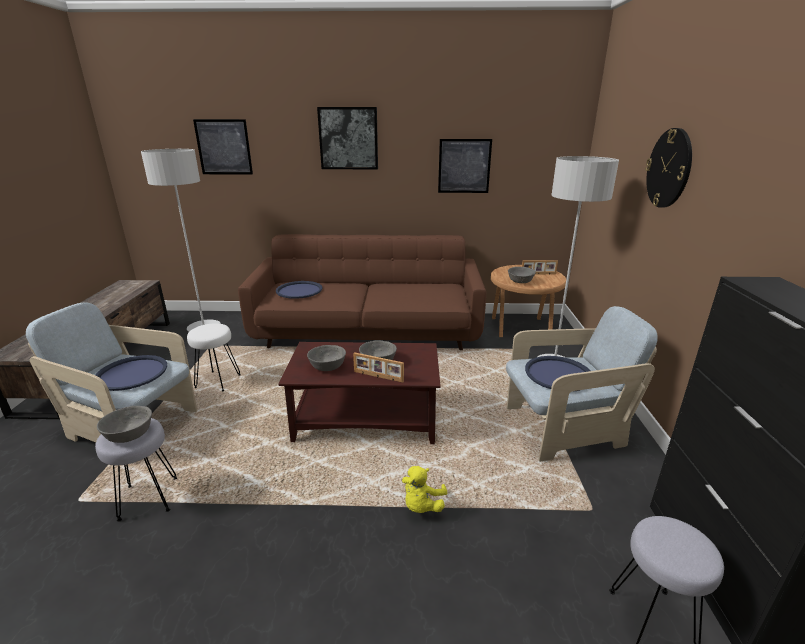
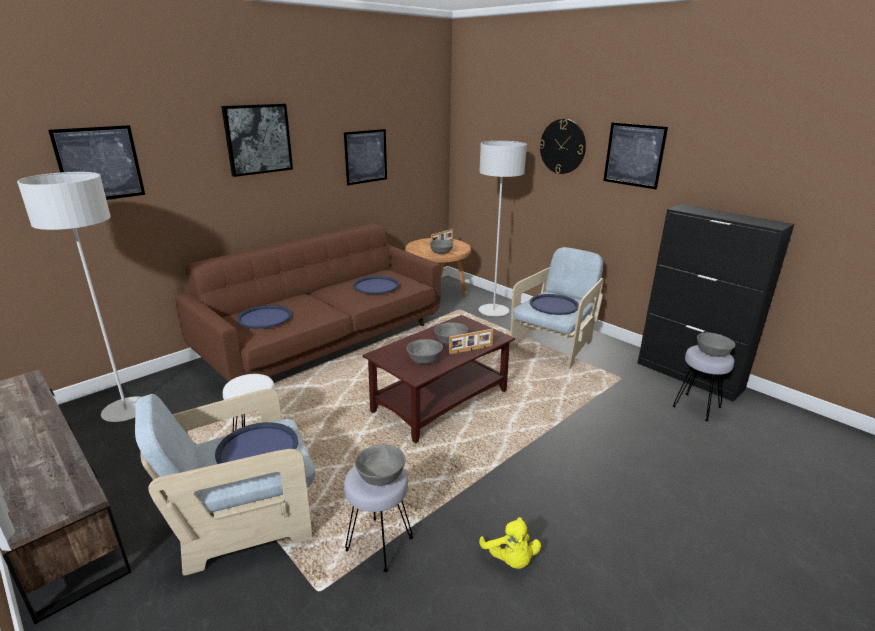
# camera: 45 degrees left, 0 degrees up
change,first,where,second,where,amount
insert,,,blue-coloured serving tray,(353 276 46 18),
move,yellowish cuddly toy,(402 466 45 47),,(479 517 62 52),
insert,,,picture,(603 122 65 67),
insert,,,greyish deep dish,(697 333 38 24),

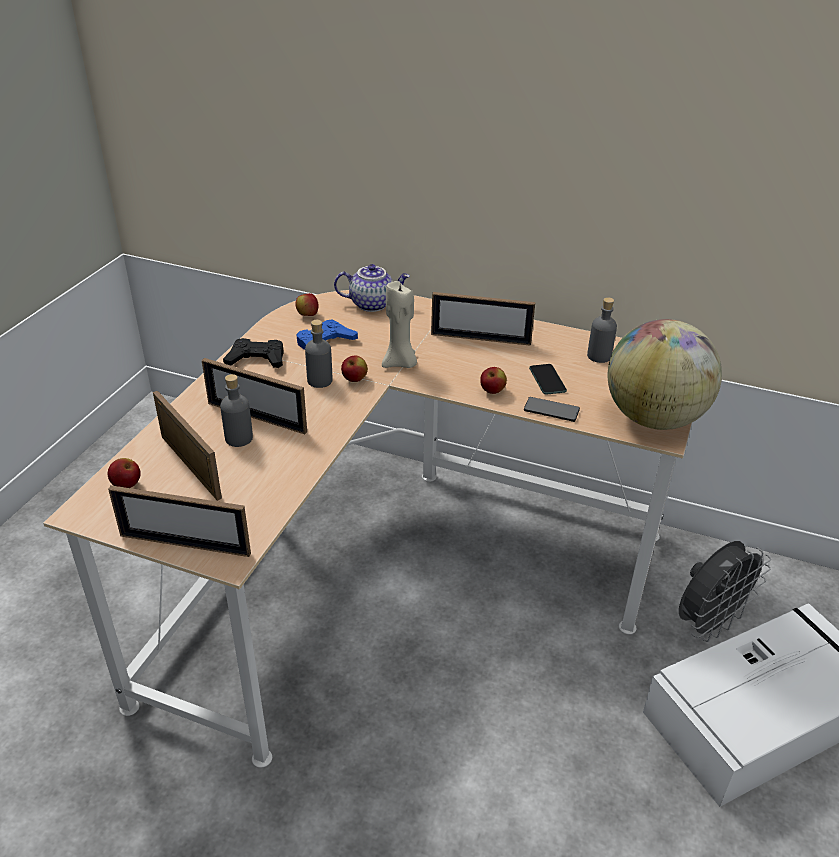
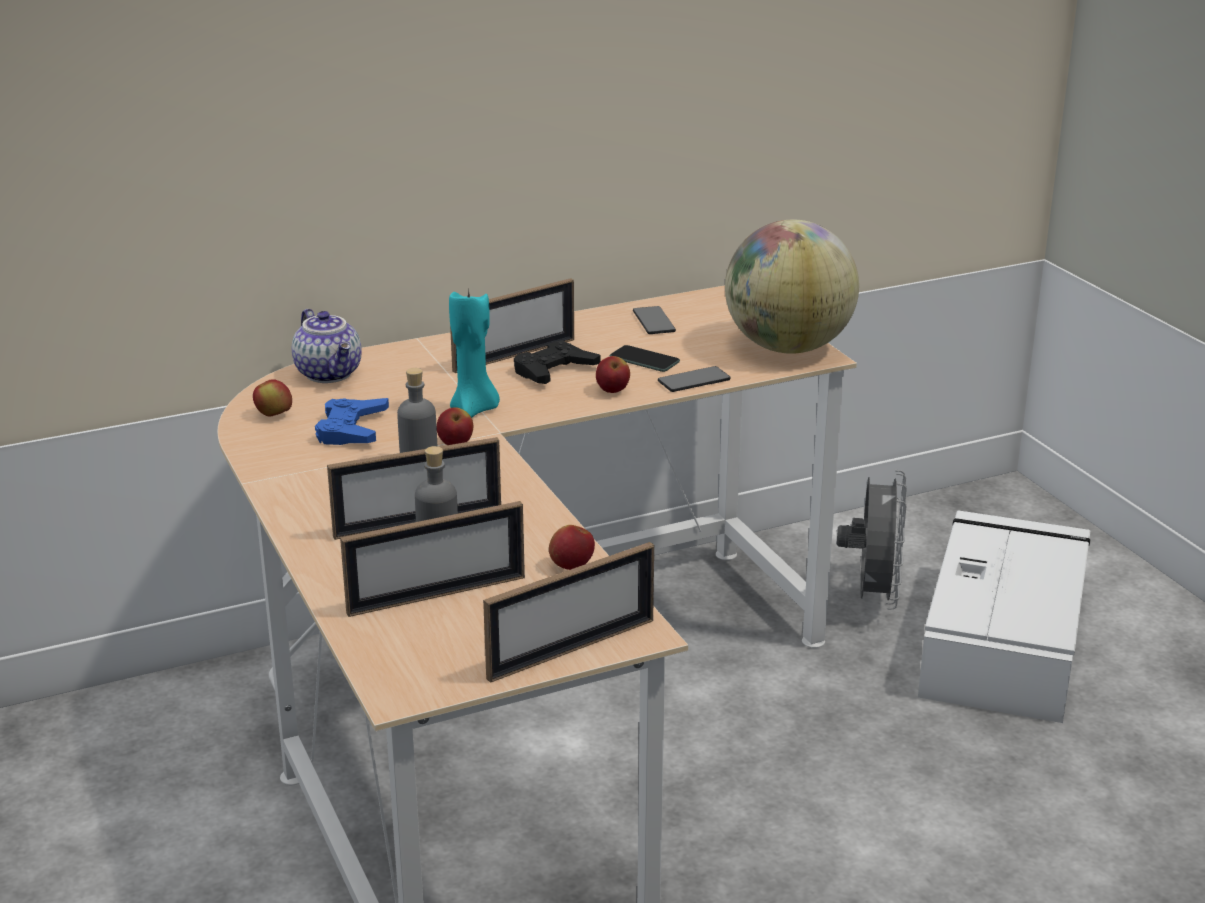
# camera: 45 degrees left, 10 degrees down
change,first,where,second,where,amount
rotate,teapot,(334 264 76 48),,(292 309 70 74),105 degrees clockwise
rotate,photo frame,(153 391 69 110),,(340 501 185 116),150 degrees clockwise
recolor,beige-coloured candle,(382 281 35 87),blue-green candle,(449 287 51 131),
move,black-coloured joypad,(223 338 61 30),,(514 341 86 43),
move,whole apple,(108 458 33 30),,(549 525 46 45),
replace,greyish bottle,(587 297 30 66),phone,(633 306 43 28),

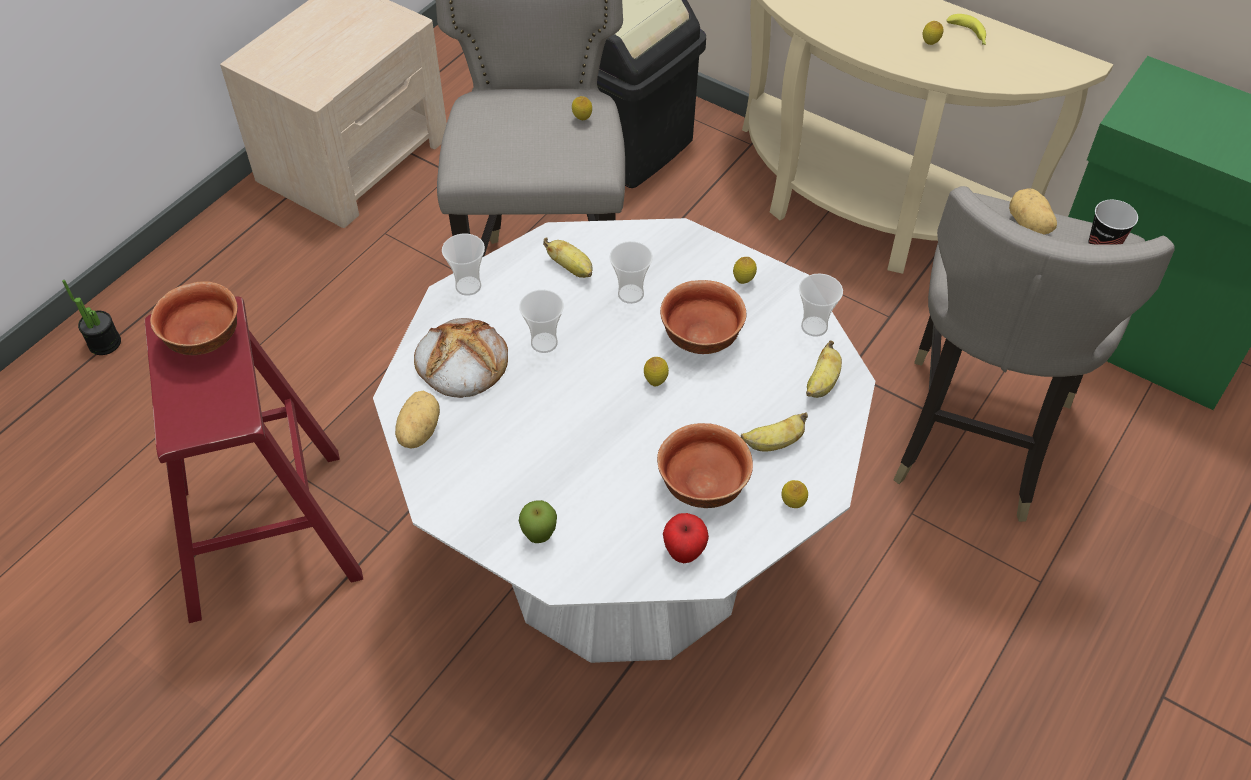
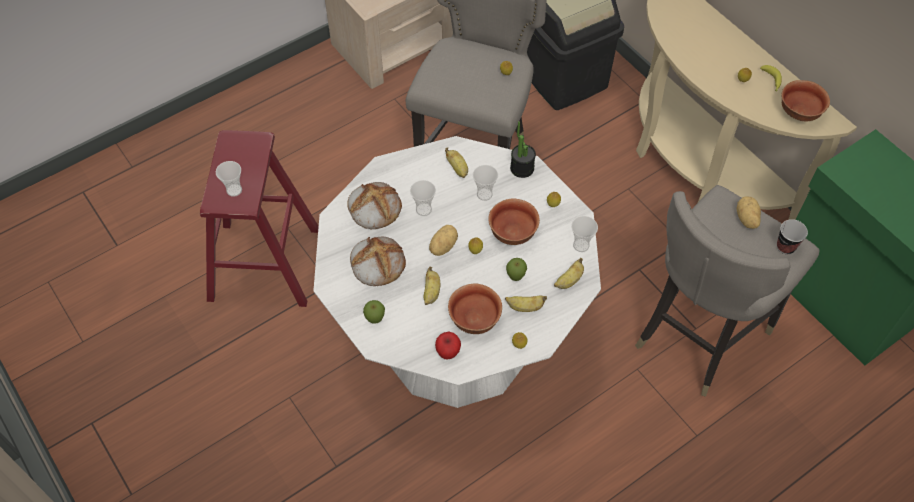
# camera: 20 degrees right, 5 degrees up
change,first,where,second,where,amount
move,drinking cup,(442 234 43 62),,(216 161 26 36),
insert,,,baked bread,(350 237 56 49),
insert,,,whole banana,(423 266 17 39),
move,spud,(395 391 45 58),,(429 225 29 31),
insert,,,whole apple,(506 258 21 23),
move,potted plant,(62 280 59 75),,(510 121 26 57),
move,deep dish,(150 281 88 74),,(782 80 48 41),

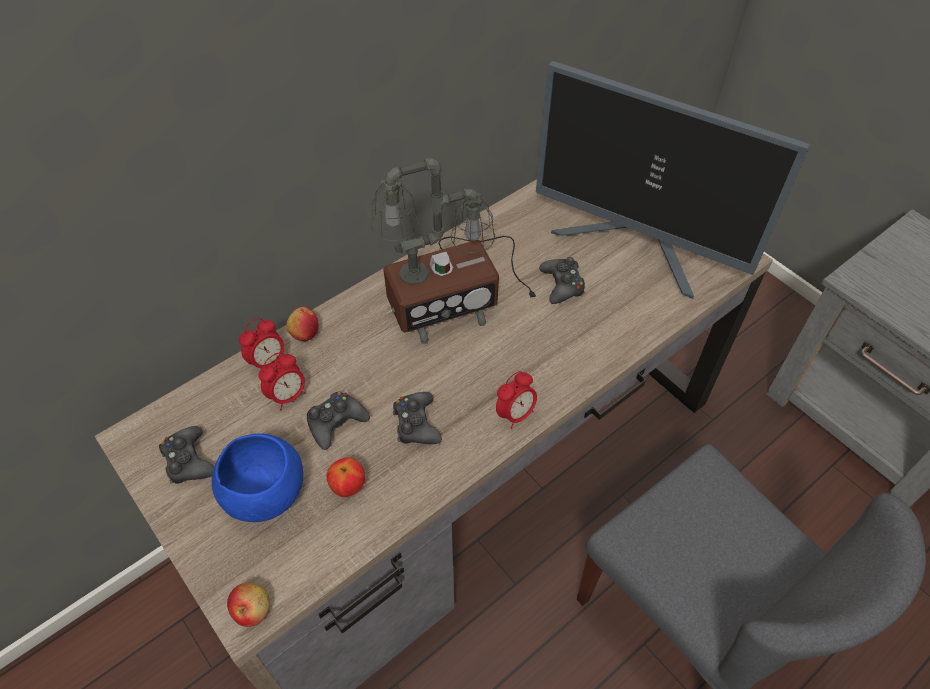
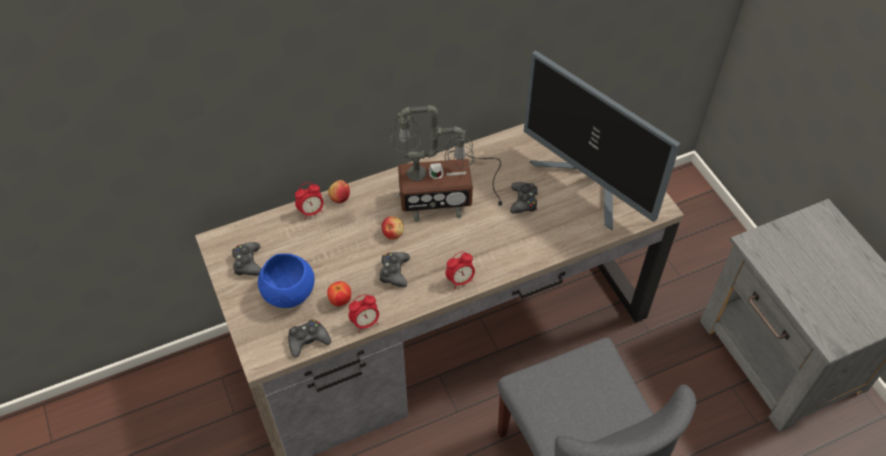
# camera: 15 degrees right, 0 degrees up
change,first,where,second,where,amount
move,black-coloured joypad,(307 392 63 58),,(288 319 43 39),
move,alarm clock,(258 353 48 57),,(349 294 30 38),
move,whole apple,(227 583 43 44),,(382 216 22 24),

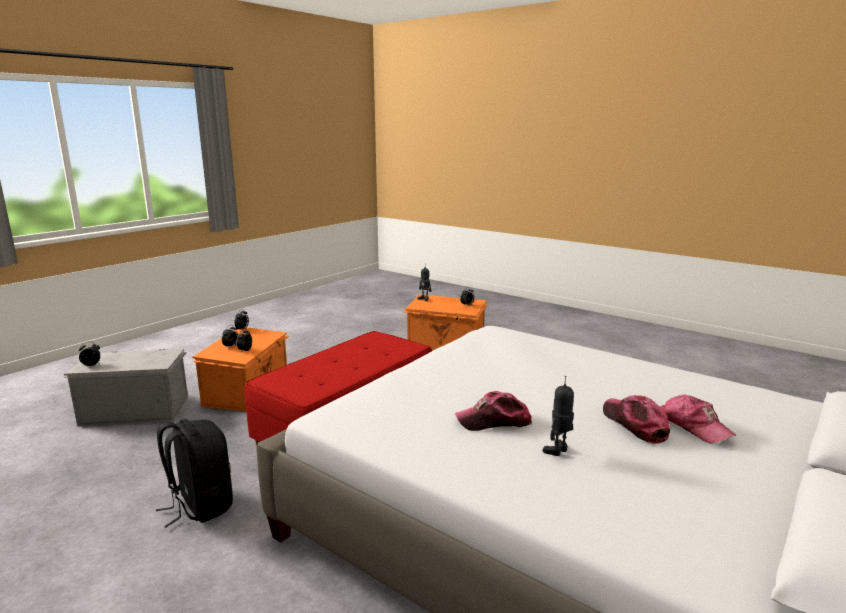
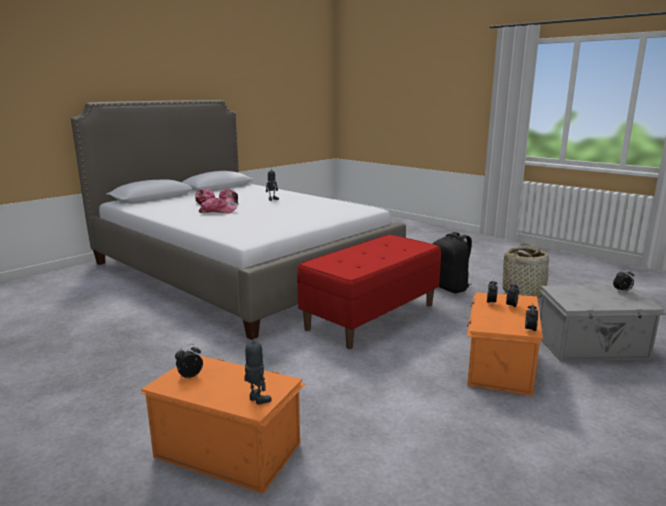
# camera: 175 degrees left, 0 degrees up
change,first,where,second,where,amount
move,baseball cap,(455 391 77 40),,(199 197 38 17),
insert,,,basket,(503 243 47 55),

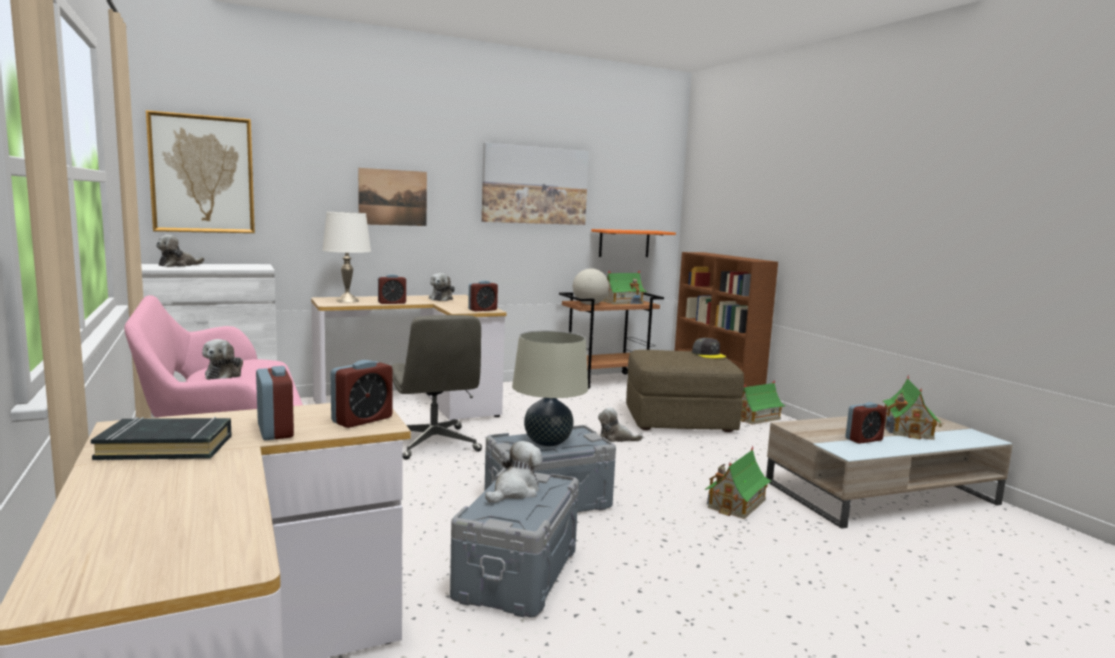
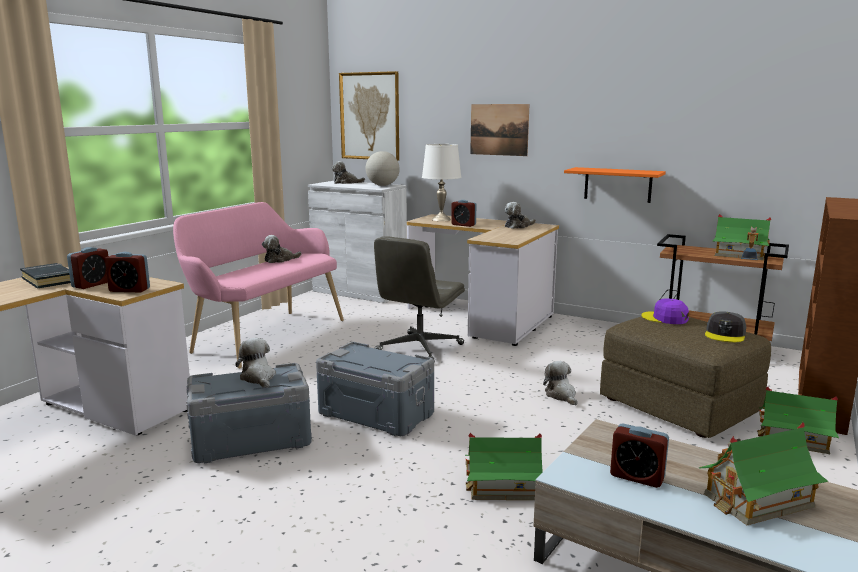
# camera: 55 degrees right, 5 degrees up
change,first,where,second,where,amount
rotate,cuddly toy,(485 441 57 62),,(235 338 41 50),120 degrees counterclockwise
move,globe,(573 268 36 37),,(365 151 35 35),
move,orange-coloured wall shelf,(591 229 85 28),,(564 167 102 36),
insert,,,purple baseball cap,(641 299 48 25),
delete,alarm clock,(468 280 30 31),,,
delete,picture,(482 143 107 82),,,
delete,beige-coloured lamp for a table,(512 330 76 116),,,

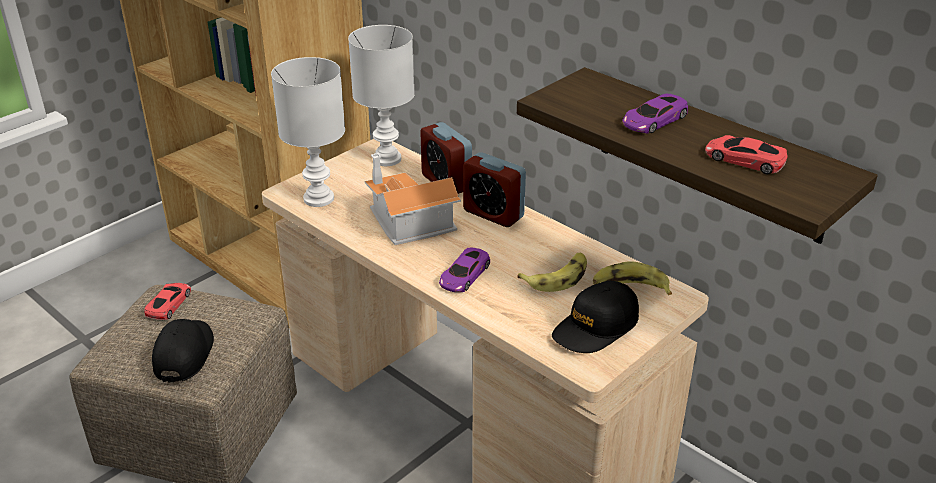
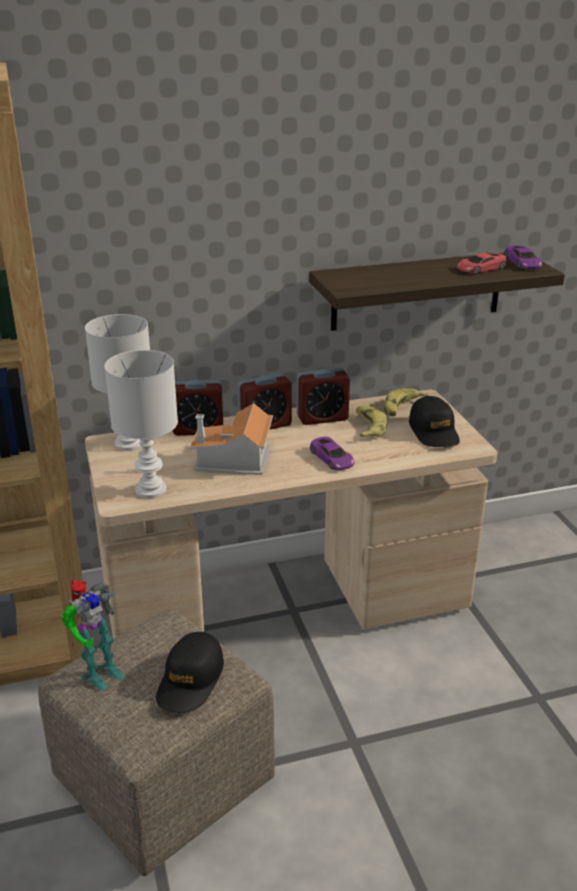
# camera: 60 degrees left, 5 degrees down
change,first,where,second,where,amount
replace,reddish miniature car,(144 283 47 37),toy robot,(61 579 63 112),
rotate,black-coloured baseball cap,(152 319 62 64),,(156 632 68 81),105 degrees counterclockwise
insert,,,alarm clock,(297 368 53 57),
move,purple miniature car,(622 93 66 40),,(504 245 38 24),

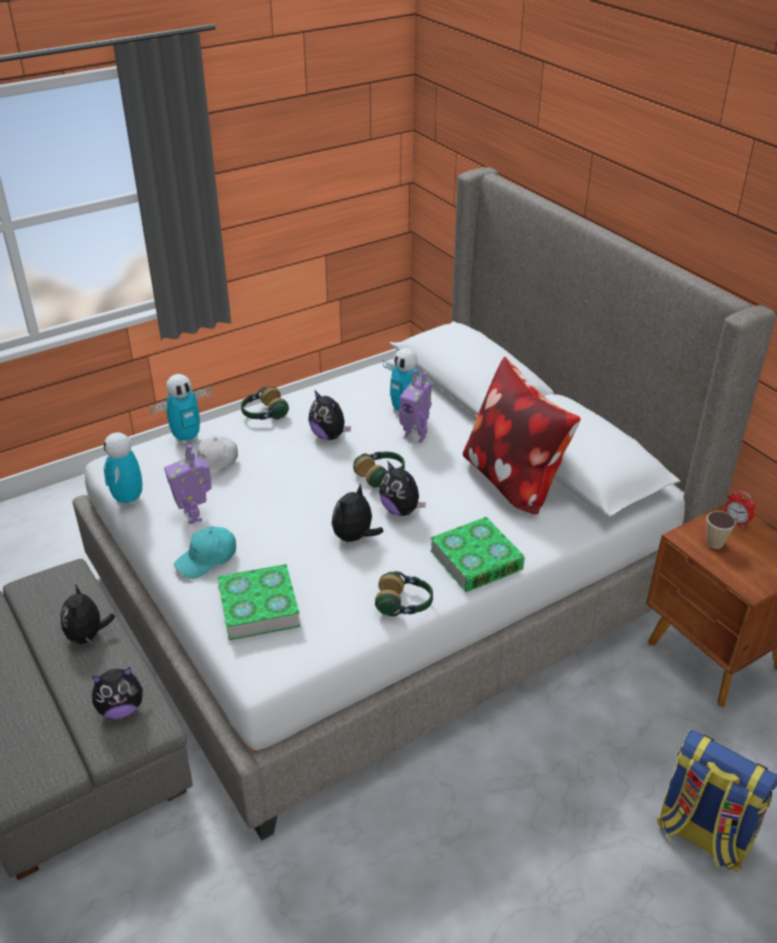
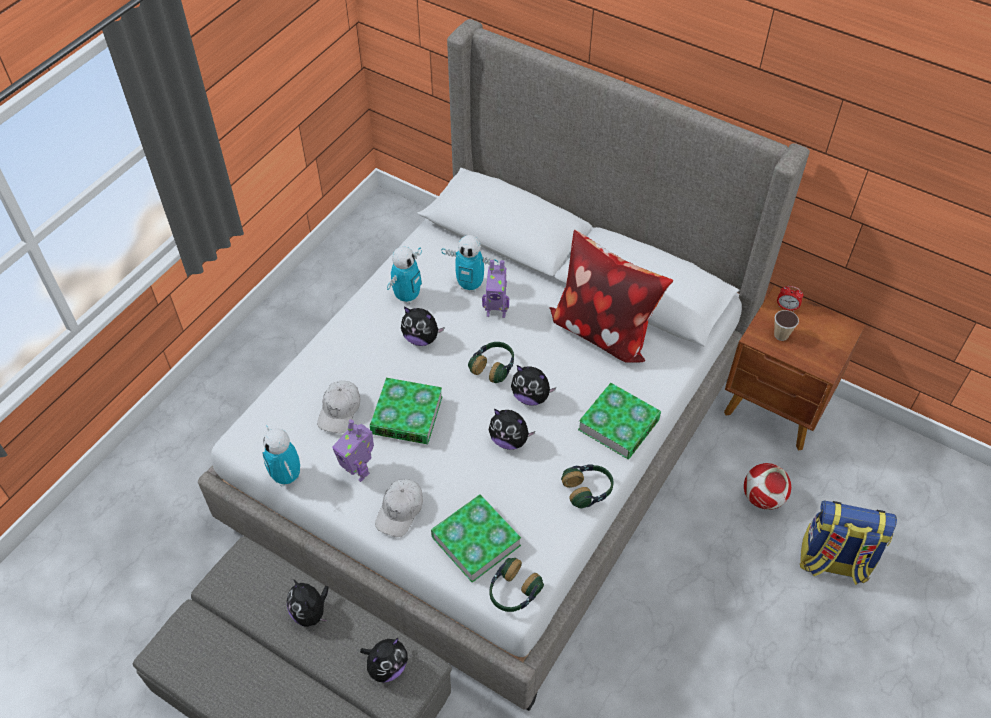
# camera: 25 degrees left, 15 degrees up
change,first,where,second,where,amount
insert,,,bound book,(370 378 73 66),
recolor,blue-green baseball cap,(174 526 62 53),whitish baseball cap,(375 479 48 58),
move,toy robot,(151 374 60 70),,(387 247 35 57),
rotate,cuddly toy,(332 484 52 60),,(489 409 46 41),75 degrees counterclockwise
move,headphones,(241 387 48 33),,(489 558 55 54),
insert,,,football,(744 463 47 47),

